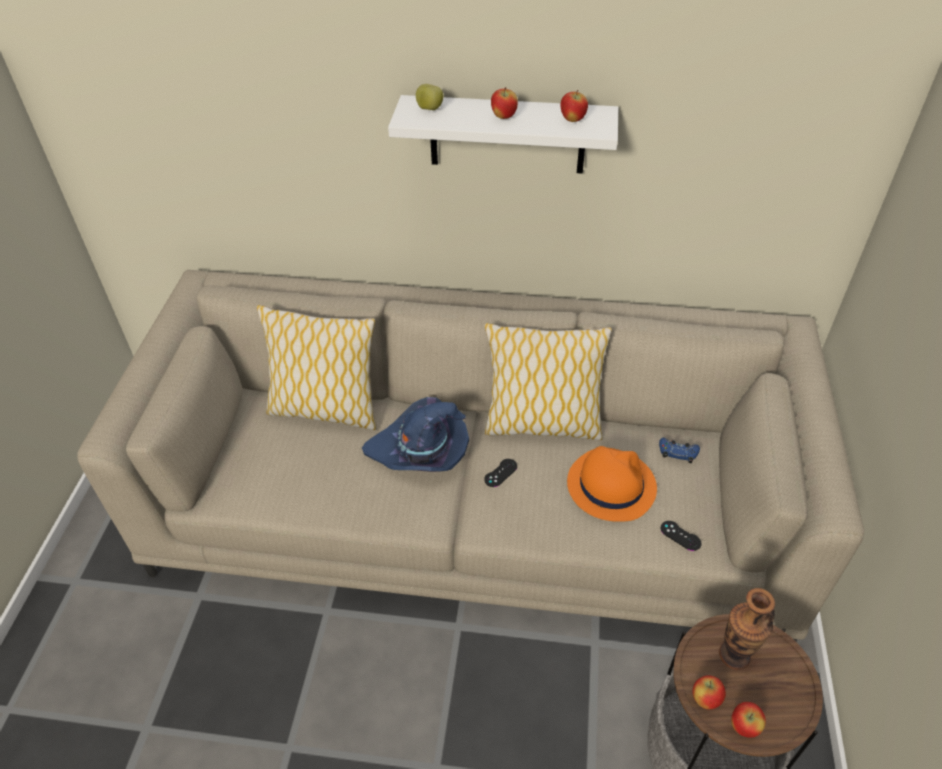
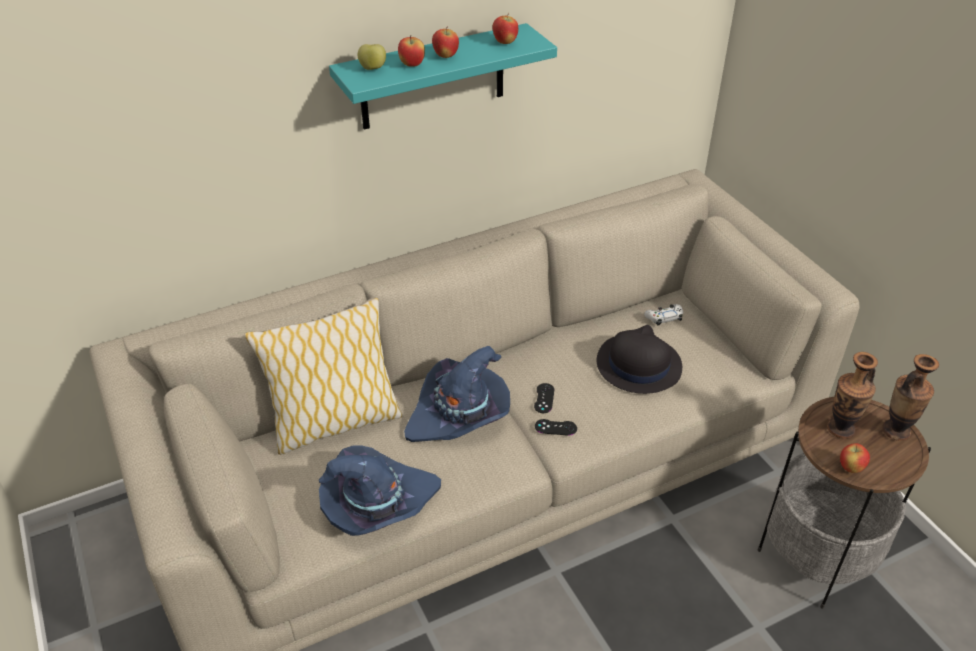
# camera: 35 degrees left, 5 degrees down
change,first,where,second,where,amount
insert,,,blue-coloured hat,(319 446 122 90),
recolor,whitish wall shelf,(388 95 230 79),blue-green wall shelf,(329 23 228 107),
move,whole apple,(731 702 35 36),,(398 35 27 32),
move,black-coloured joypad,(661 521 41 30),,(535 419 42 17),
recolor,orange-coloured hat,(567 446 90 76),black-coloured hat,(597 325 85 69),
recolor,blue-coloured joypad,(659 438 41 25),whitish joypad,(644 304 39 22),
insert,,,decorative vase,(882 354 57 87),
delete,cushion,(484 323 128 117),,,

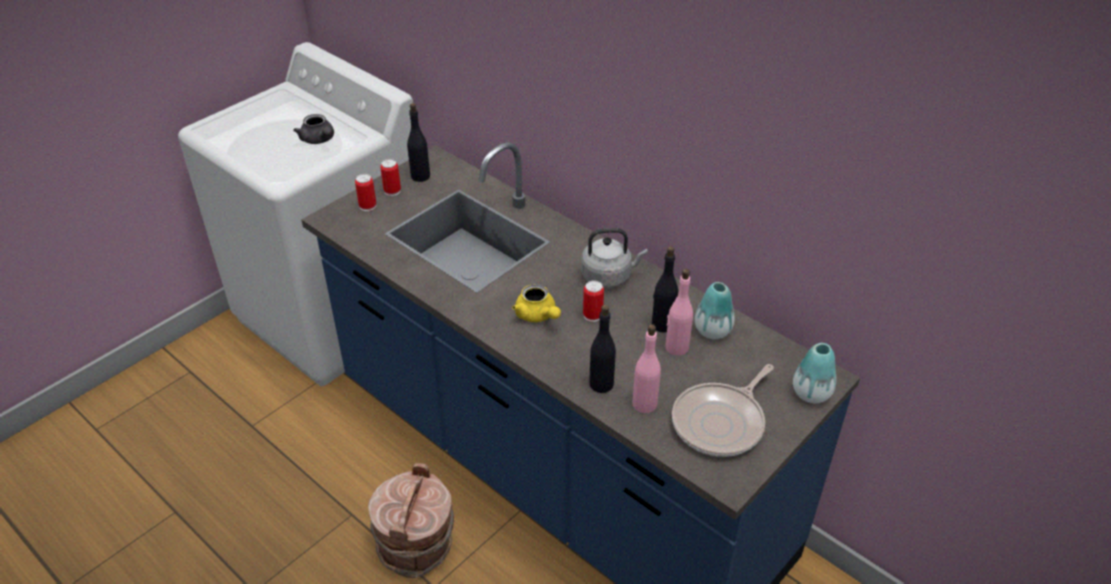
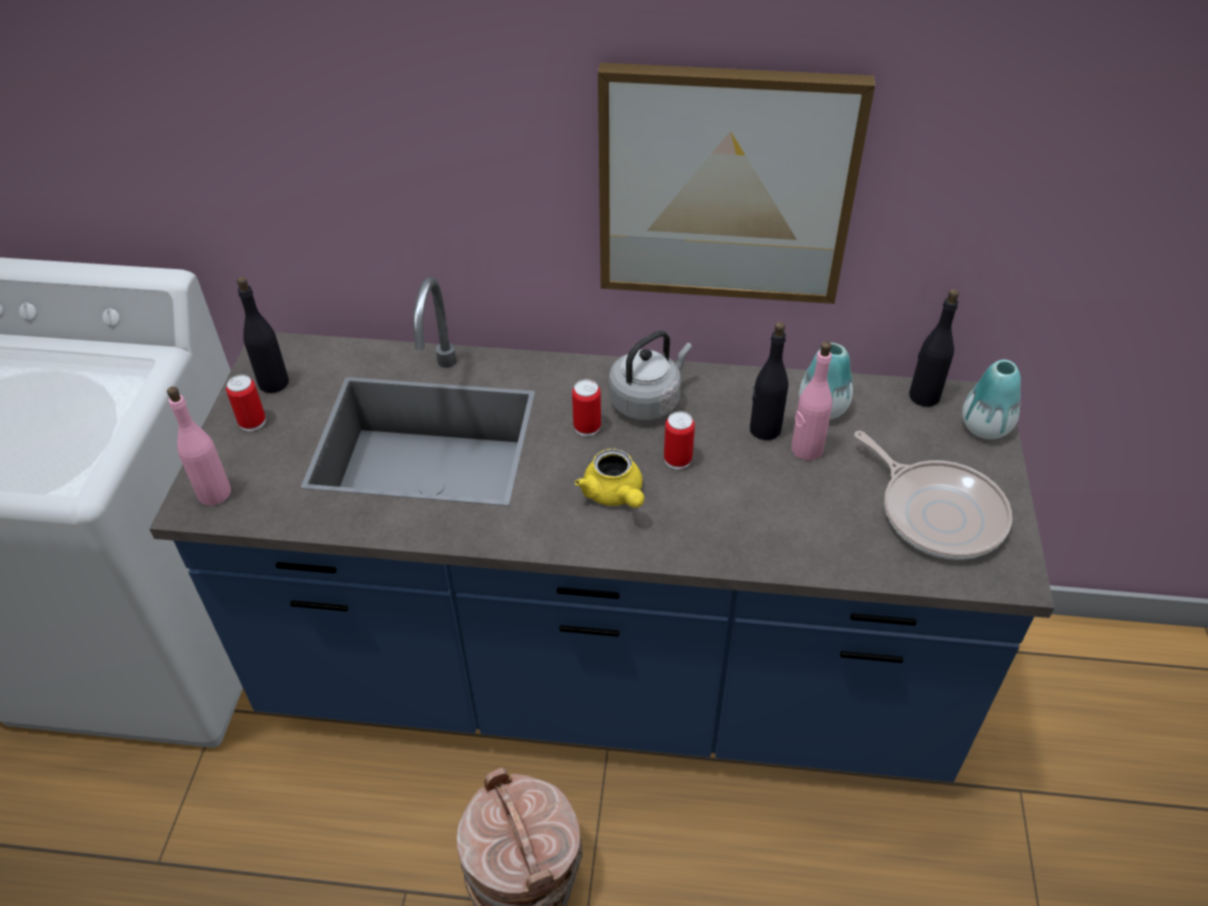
# camera: 35 degrees left, 5 degrees up
change,first,where,second,where,amount
move,pinkish bottle,(632 324 29 89),,(167 386 64 120),
move,sealed can,(355 174 21 37),,(572 379 29 57),
rotate,yellowish teapot,(512 284 49 38),,(575 449 69 59),45 degrees clockwise
insert,,,picture,(598 62 277 242),
rotate,skillet,(672 364 102 93),,(854 431 158 129),45 degrees counterclockwise
move,black-coloured bottle,(589 305 27 88),,(909 289 50 118),
delete,greyish teapot,(294 114 40 30),,,

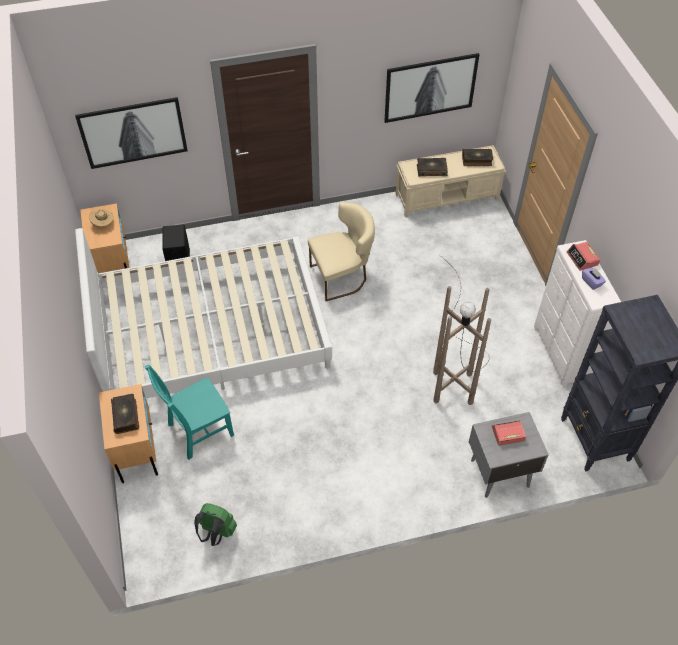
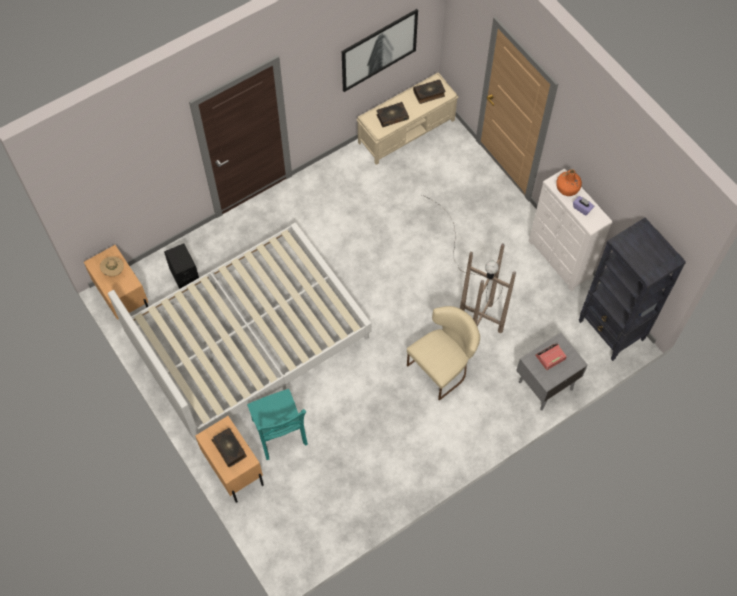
# camera: 20 degrees left, 10 degrees up
change,first,where,second,where,amount
rotate,blue-green chair,(145 365 89 95),,(247 389 61 71),60 degrees counterclockwise
move,beige-coloured chair,(308 202 67 99),,(407 306 73 95),
replace,alarm clock,(567 242 33 29),orange-coloured bottle,(556 169 26 27),
delete,picture,(75 97 113 72),,,
delete,green rucksack,(194 503 43 43),,,

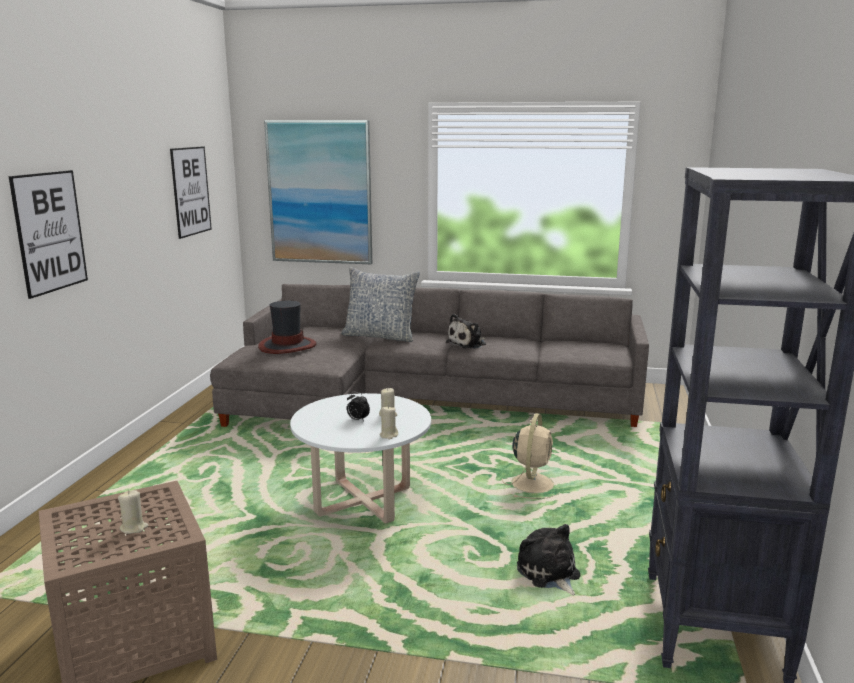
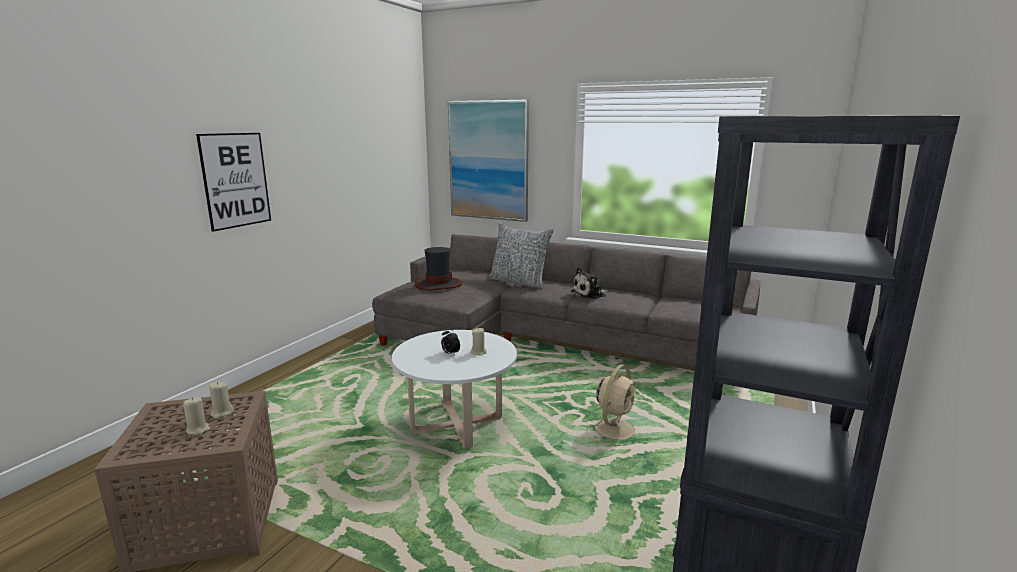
# camera: 15 degrees right, 0 degrees up
change,first,where,second,where,amount
move,beige-coloured candle,(380 406 18 33),,(209 382 25 37),
delete,picture,(170 147 42 92),,,
delete,cuddly toy,(517 524 63 71),,,

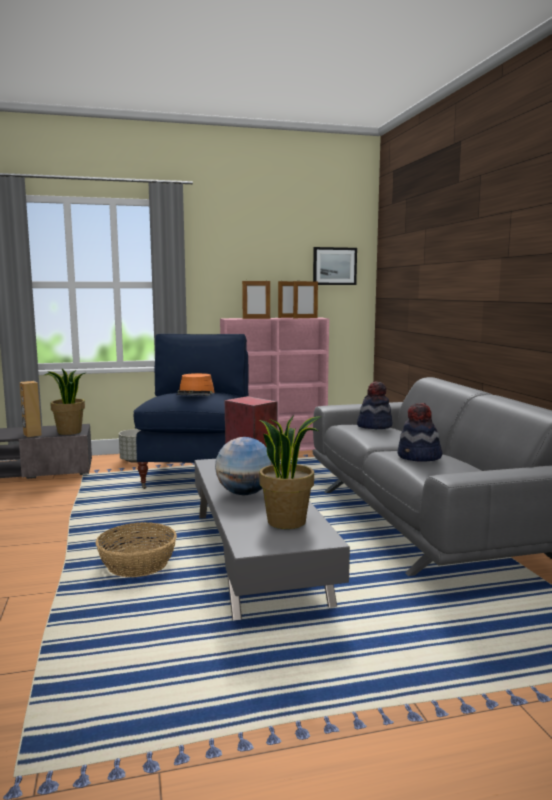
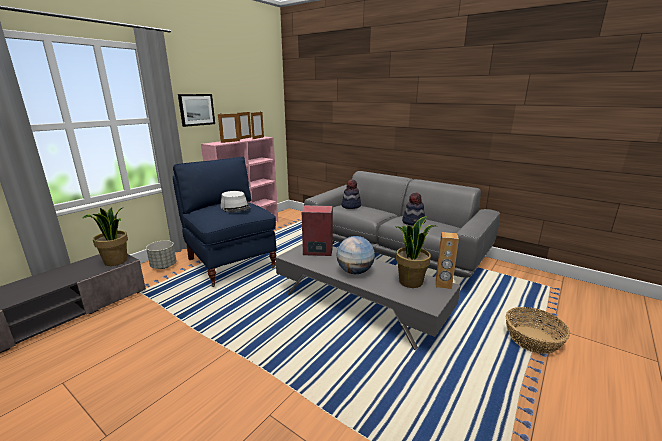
# camera: 40 degrees left, 10 degrees up
change,first,where,second,where,amount
move,picture,(313 247 44 38),,(178 94 37 33),
recolor,orange-coloured hat,(176 373 38 23),greyish hat,(220 191 31 21),
move,brownish audio speaker,(20 381 22 56),,(436 232 23 57),
move,basket,(96 522 81 55),,(506 307 64 47),

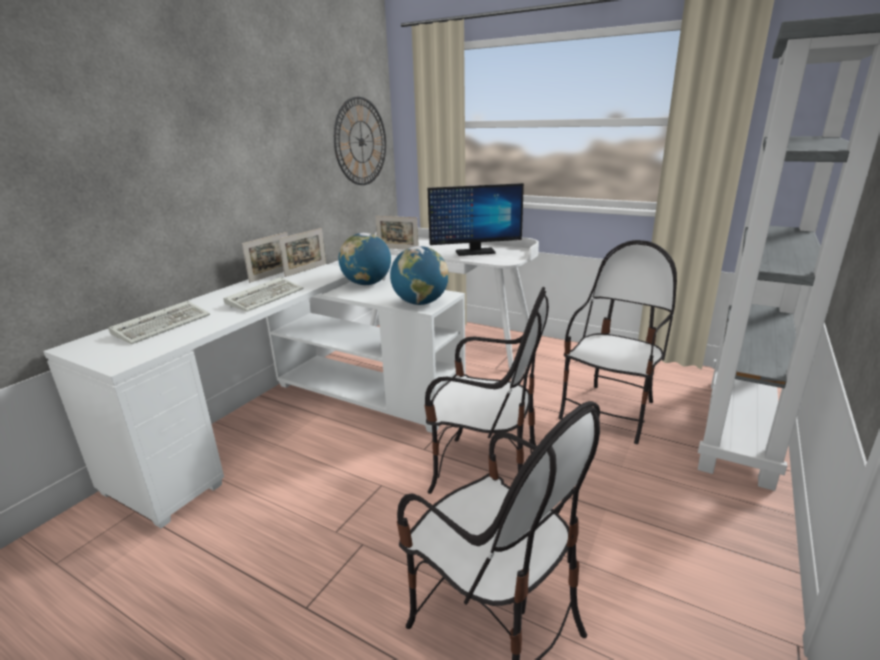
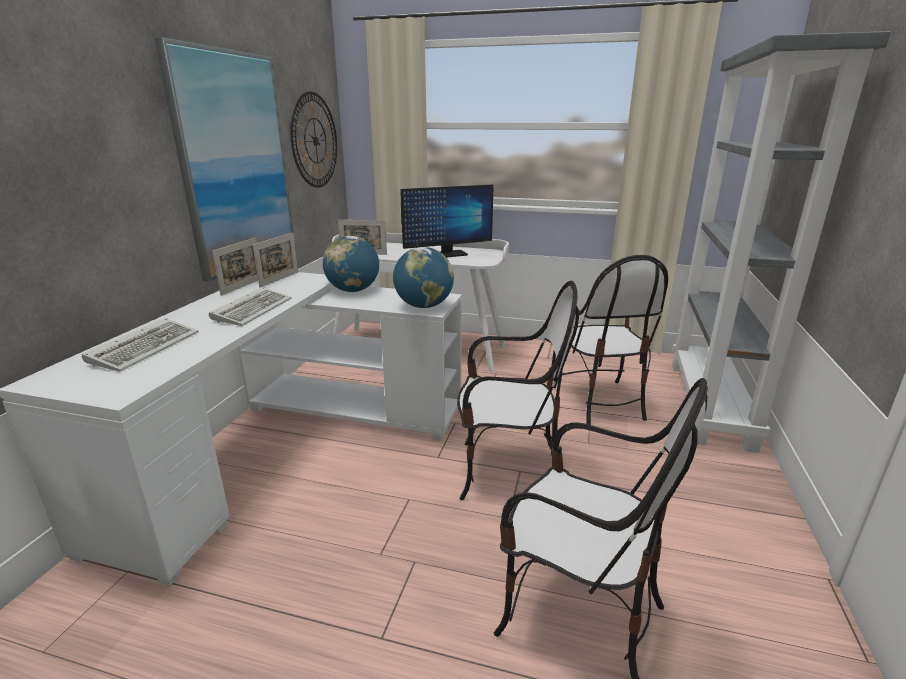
# camera: 15 degrees left, 0 degrees up
change,first,where,second,where,amount
insert,,,picture,(154 37 141 245),
rotate,chair,(558 240 119 204),,(553 255 115 170),150 degrees clockwise

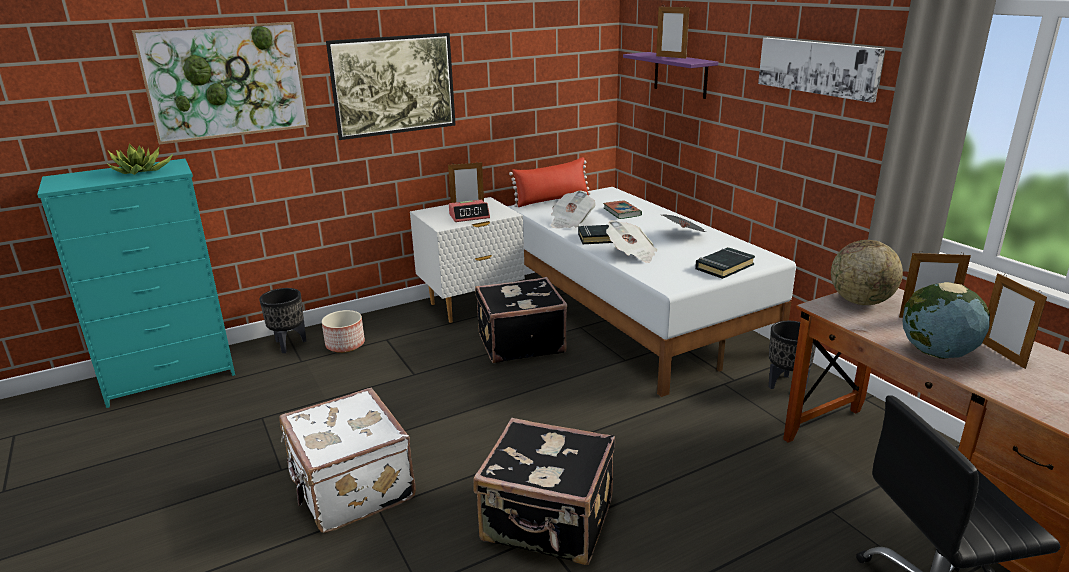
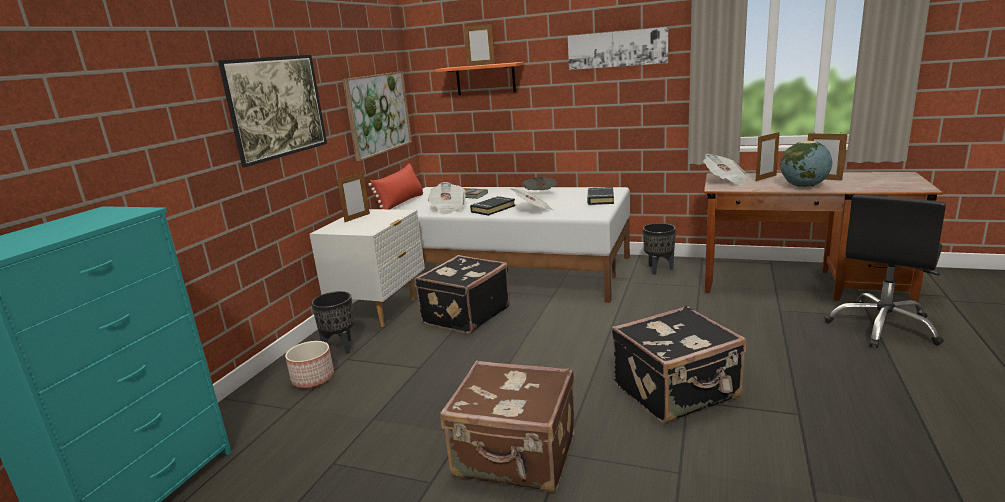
# camera: 40 degrees left, 5 degrees down
change,first,where,second,where,amount
move,black-coloured flower pot,(259 288 47 65),,(311 291 44 63),
move,picture,(132 22 177 123),,(343 71 69 90),
recolor,purple wall shelf,(623 52 95 47),orange-coloured wall shelf,(435 62 89 34),
recolor,whitish suitcase,(279 388 137 145),brownish suitcase,(440 361 135 131),
replace,globe,(831 240 72 65),newspaper,(703 154 46 31),
delete,potted plant,(108 144 66 31),,,
delete,alarm clock,(449 199 41 23),,,

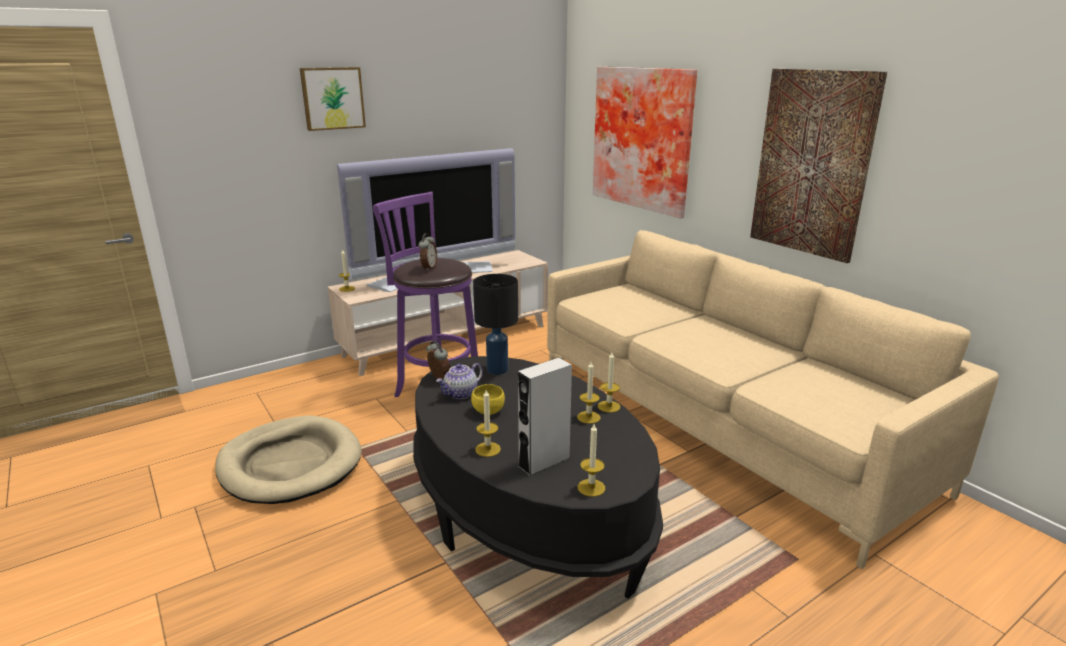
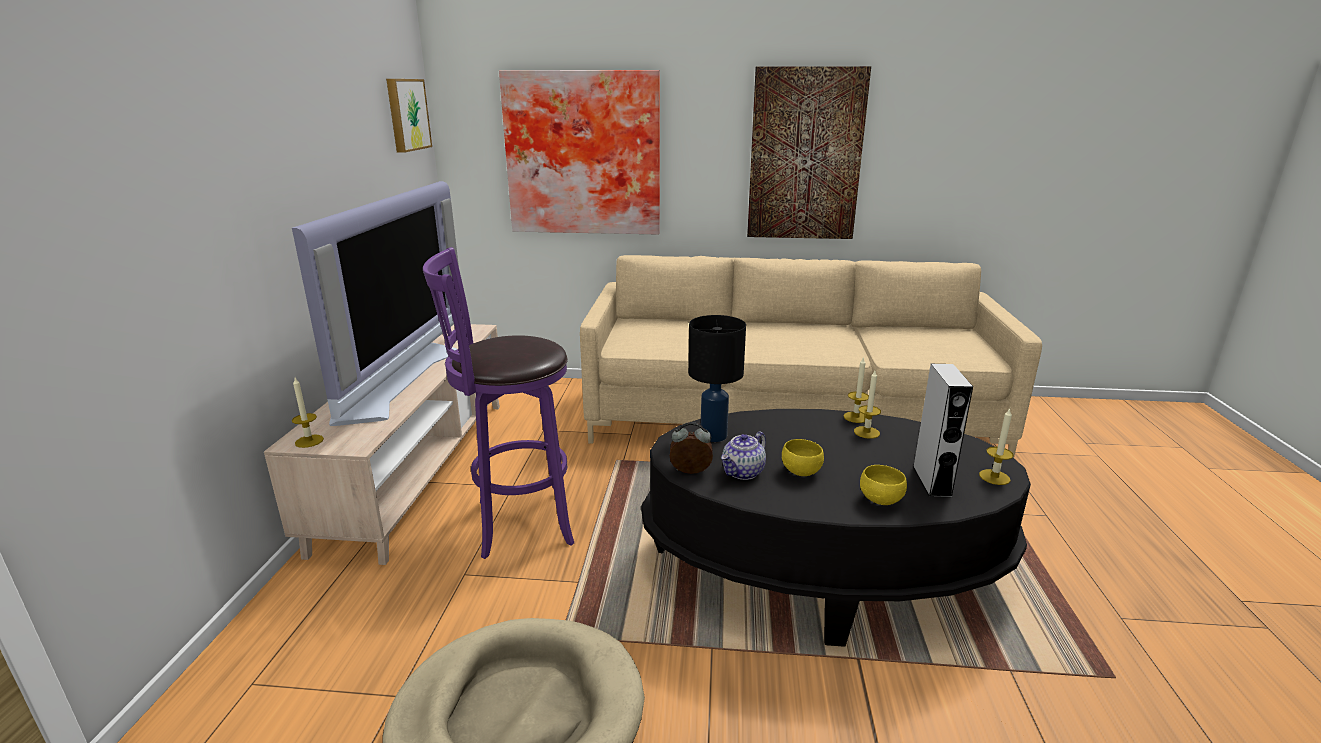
# camera: 50 degrees left, 0 degrees up
change,first,where,second,where,amount
move,picture,(300 67 66 64),,(386 79 46 74),
rotate,teapot,(436 363 47 36),,(721 432 45 48),45 degrees clockwise
replace,candle,(475 390 26 67),yellowish deep dish,(860 465 47 40),
delete,alarm clock,(418 233 19 38),,,

